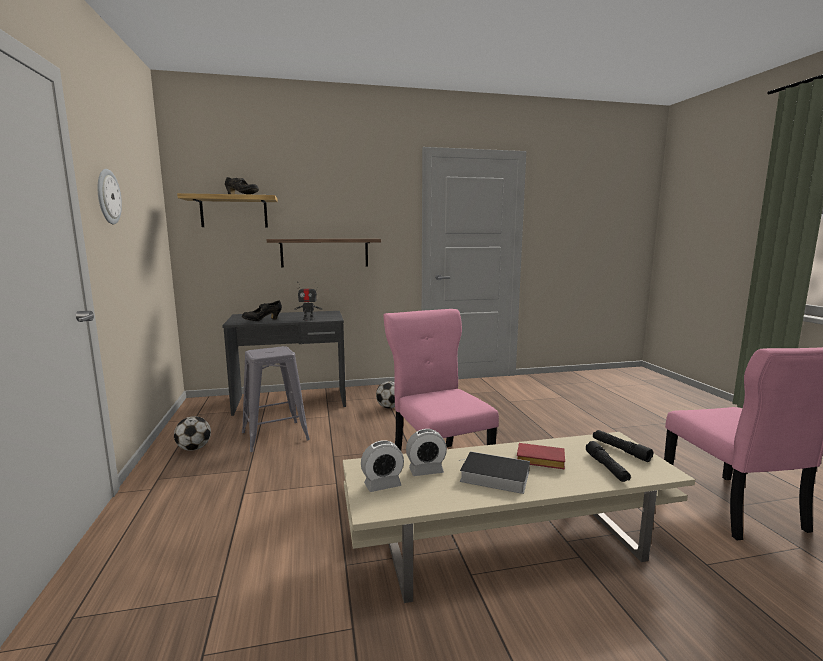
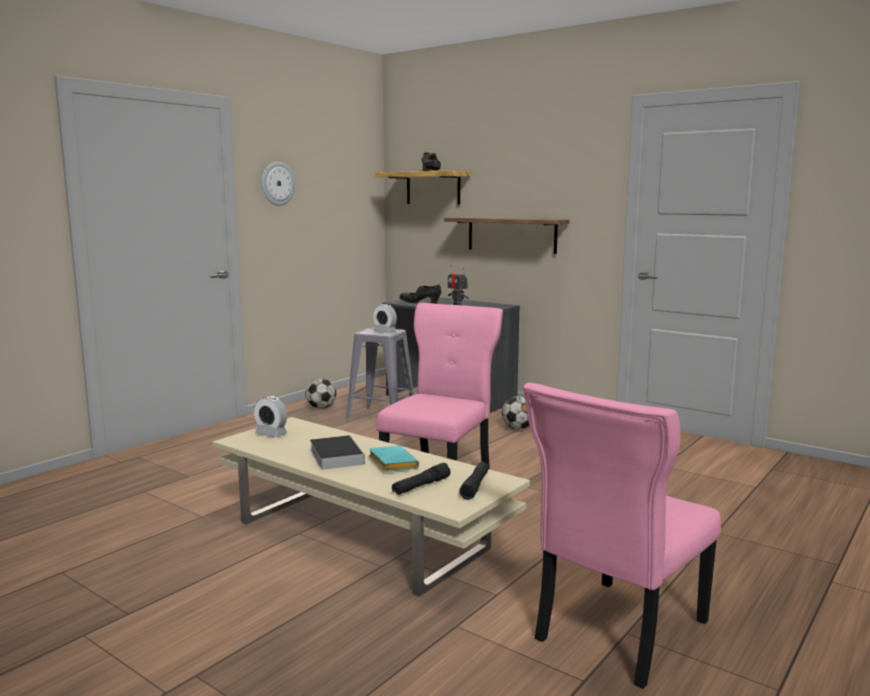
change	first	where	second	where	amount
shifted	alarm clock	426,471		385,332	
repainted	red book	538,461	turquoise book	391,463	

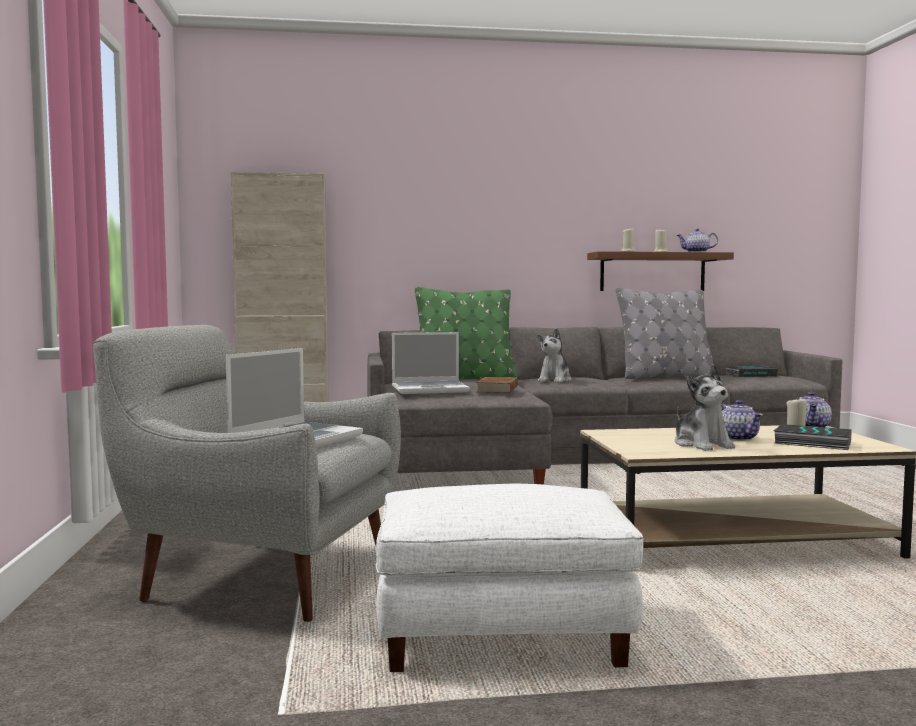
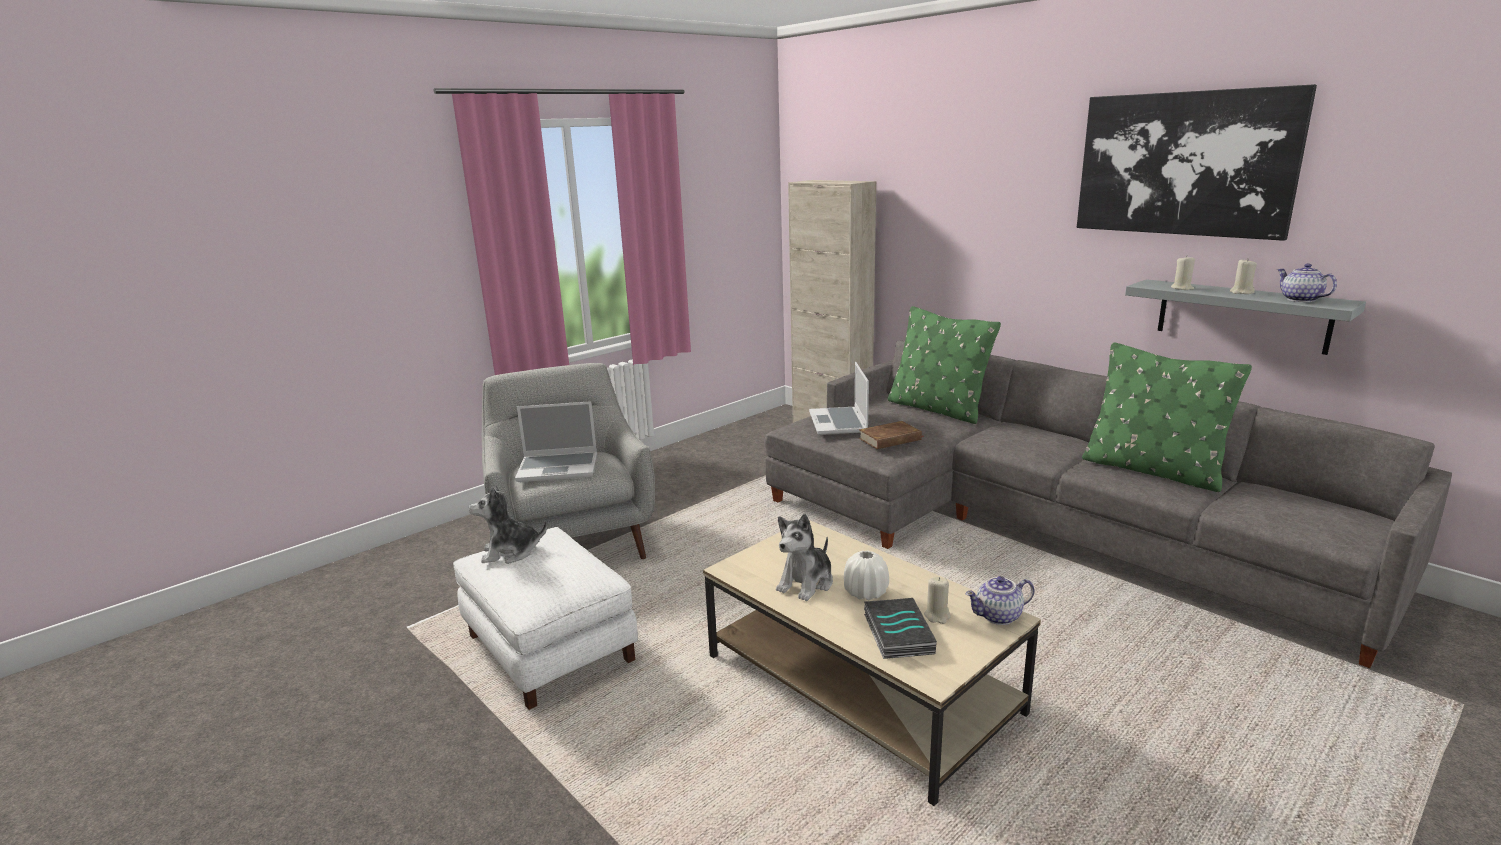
change	first	where	second	where	amount
gone	book	750,375			
new			picture	1184,164	
shifted	plush toy	555,380		510,552	
swapped	teapot	739,438	white vase	866,592	
repainted	brown shelf	652,272	grey shelf	1241,315	
repainted	grey pillow	665,377	green pillow	1152,470	
rotated	laptop	430,389		839,423	45 degrees clockwise

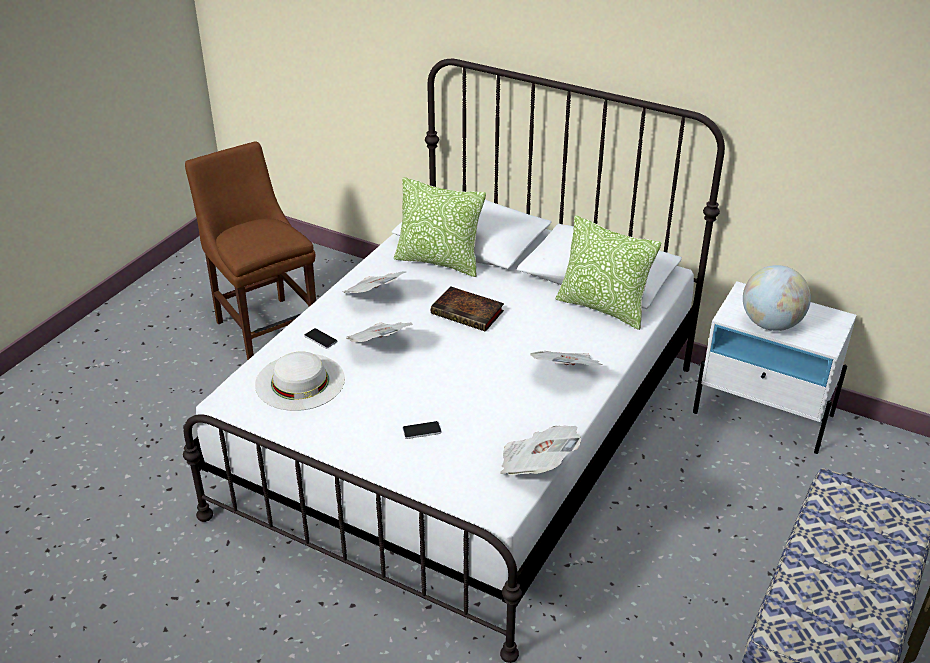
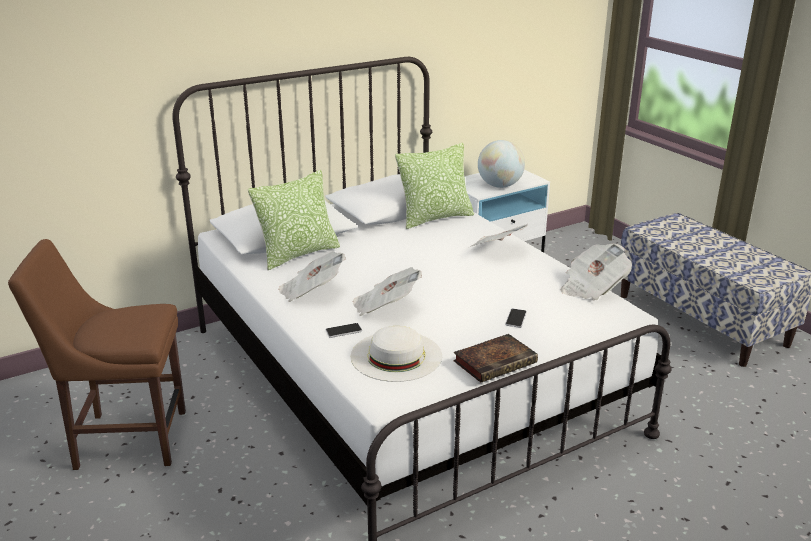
change	first	where	second	where	amount
shifted	book	469,313		496,361	

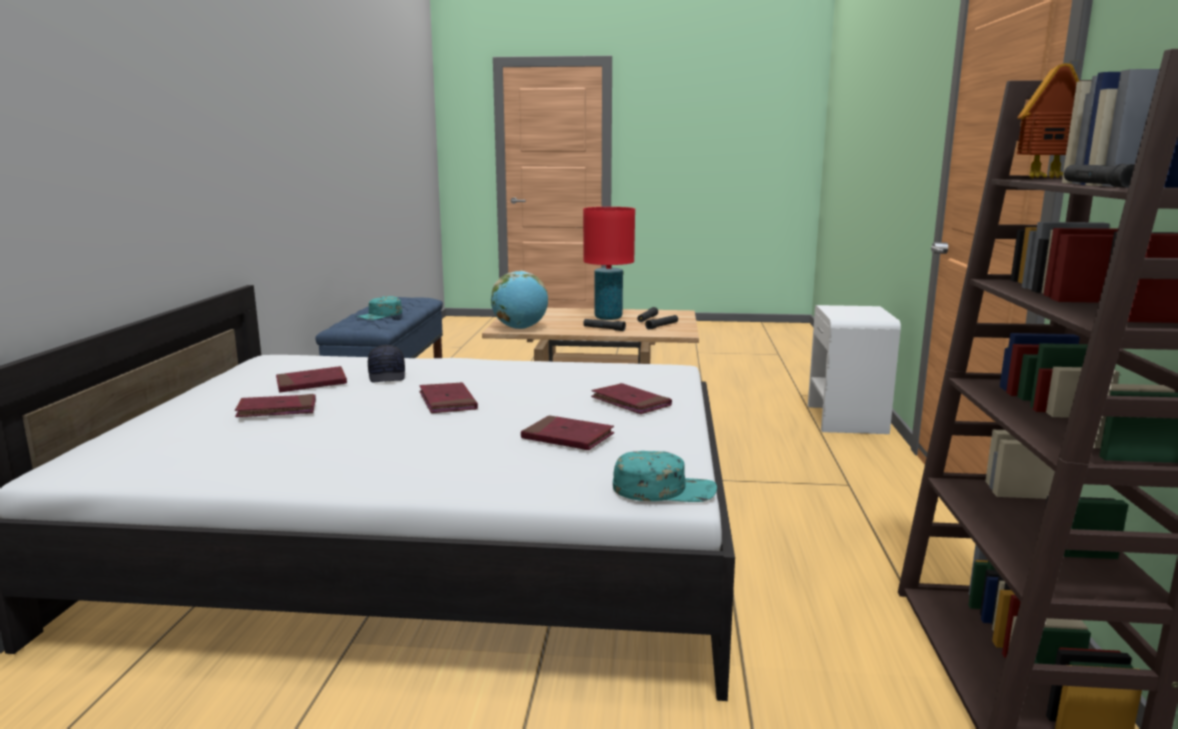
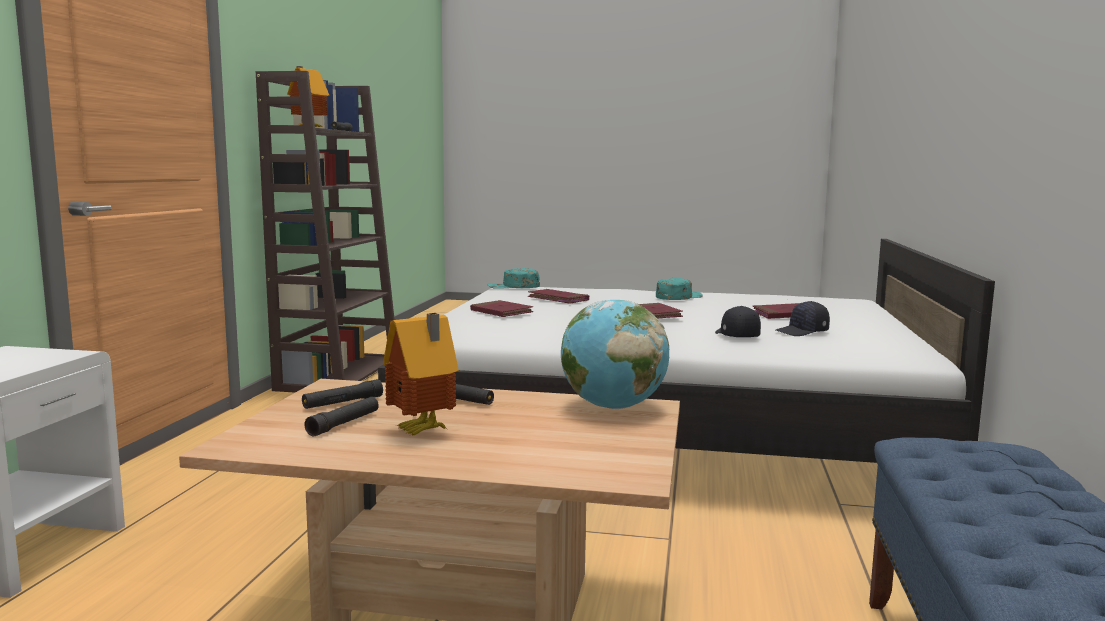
change	first	where	second	where	amount
shifted	turquoise cap	380,315		678,297	
swapped	red book	311,383	black cap	802,332	
swapped	red table lamp	608,318	toy house	423,432	

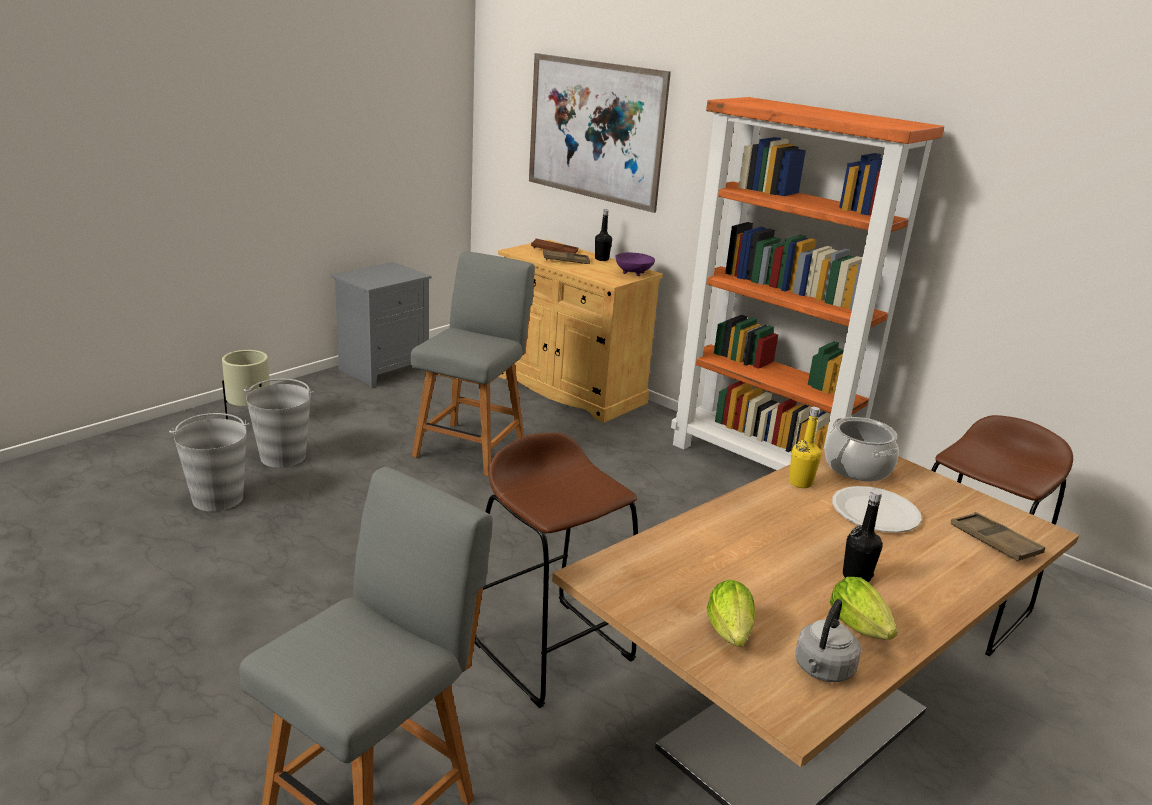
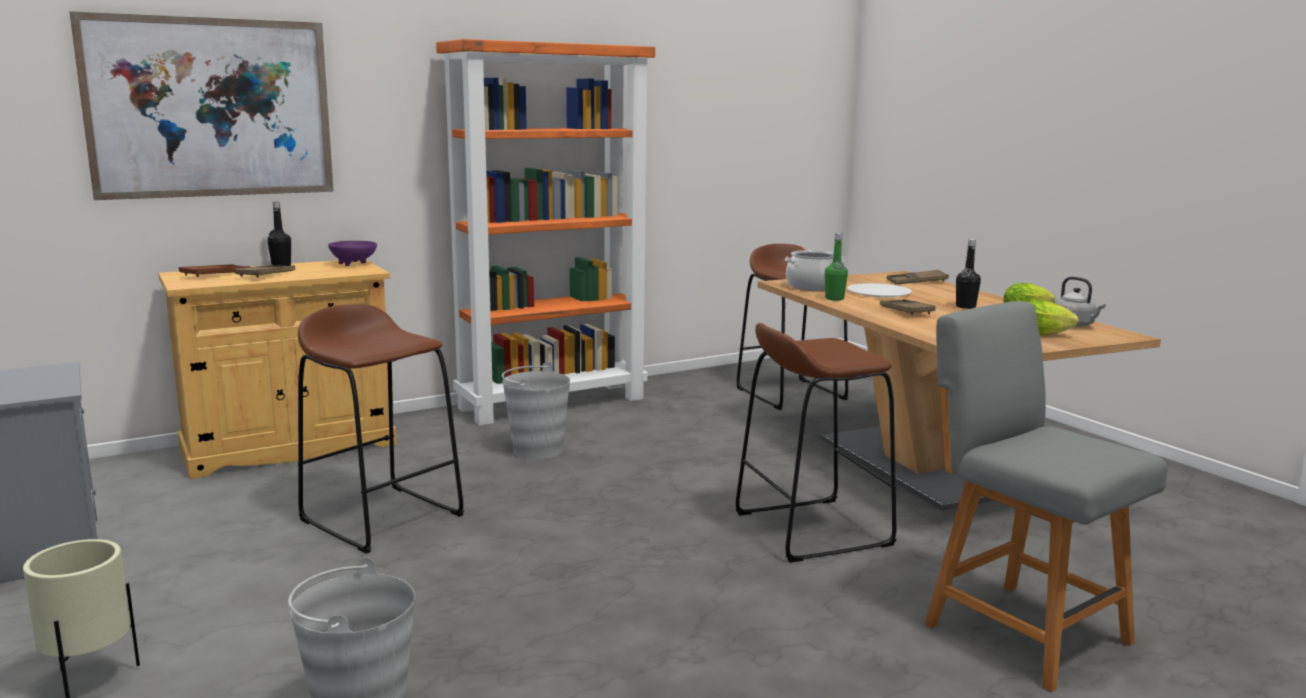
change	first	where	second	where	amount
new			brown tray	906,311	
shifted	grey bucket	283,457		537,451	
swapped	grey chair	471,447	brown stool	382,517	
repainted	yellow bottle	800,483	green bottle	834,298	

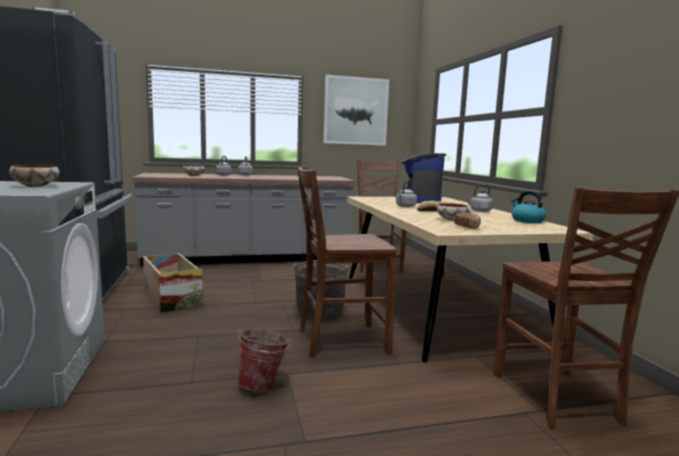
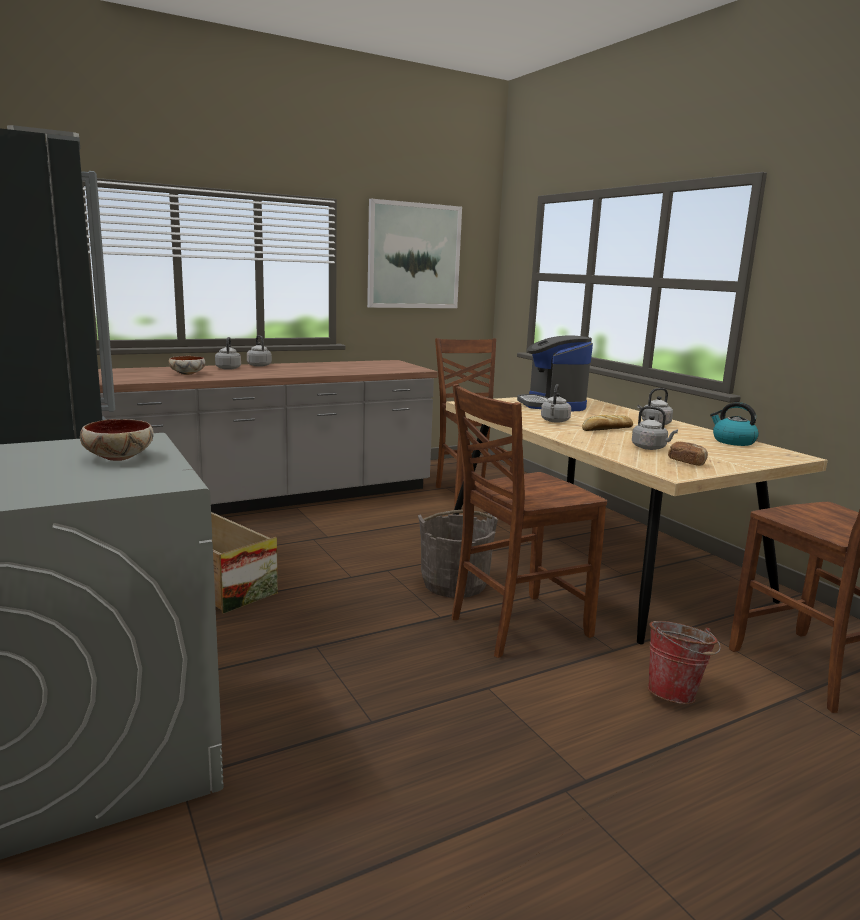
change	first	where	second	where	amount
shifted	bucket	264,385		675,693	
swapped	bowl	452,220	grey kettle	650,448	

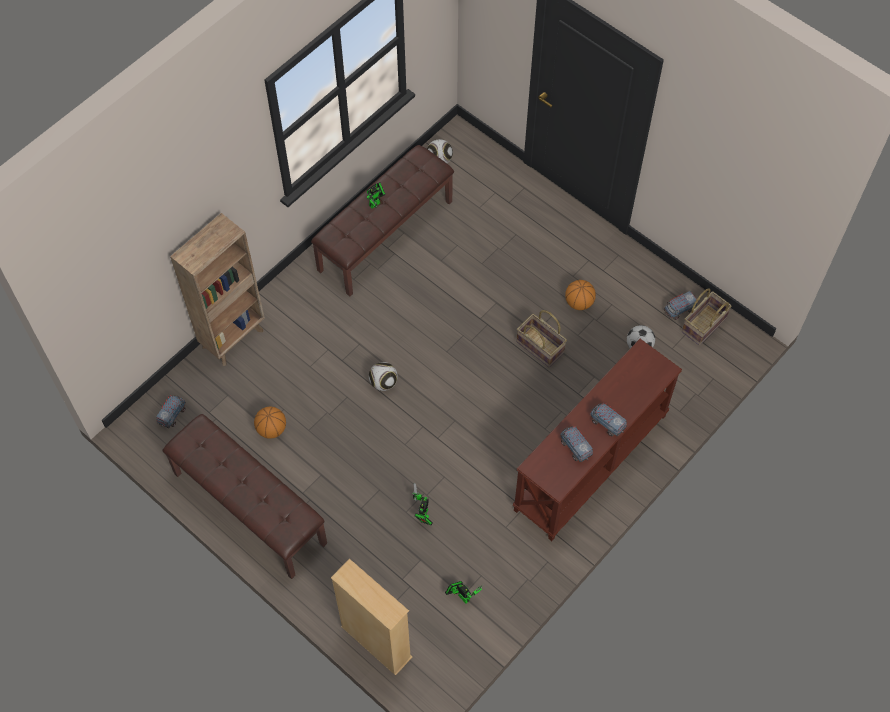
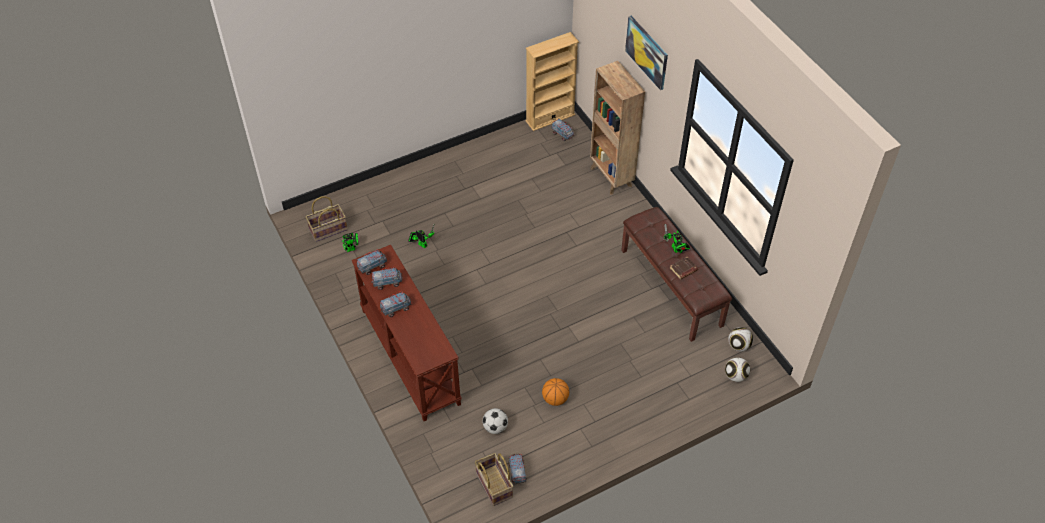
change	first	where	second	where	amount
gone	brown bench	248,508			
gone	basketball	271,429			
new			toy truck	372,266	
new			picture	647,52	
new			brown book	683,270	
shifted	beige bookcase	376,642		550,118	
shifted	football	383,382		736,376	
shifted	basket	540,347		328,230	

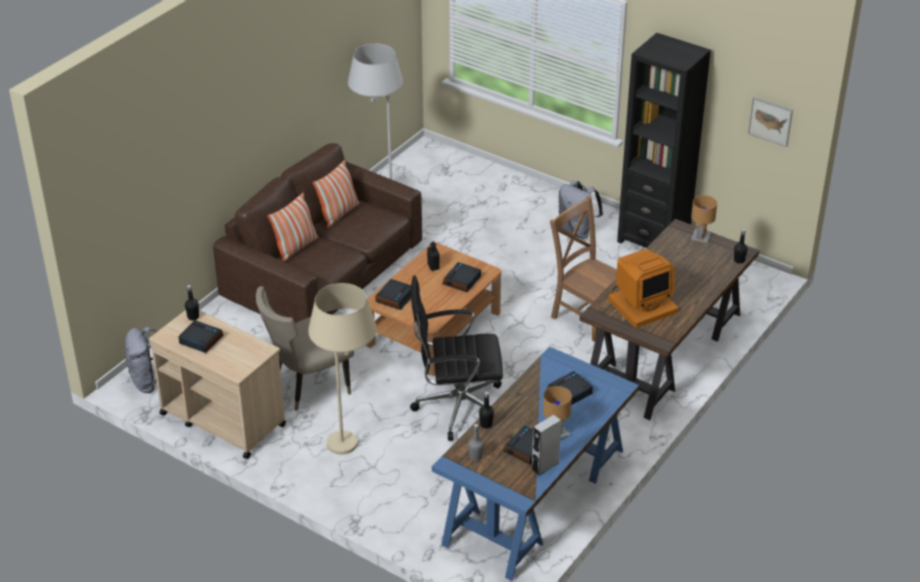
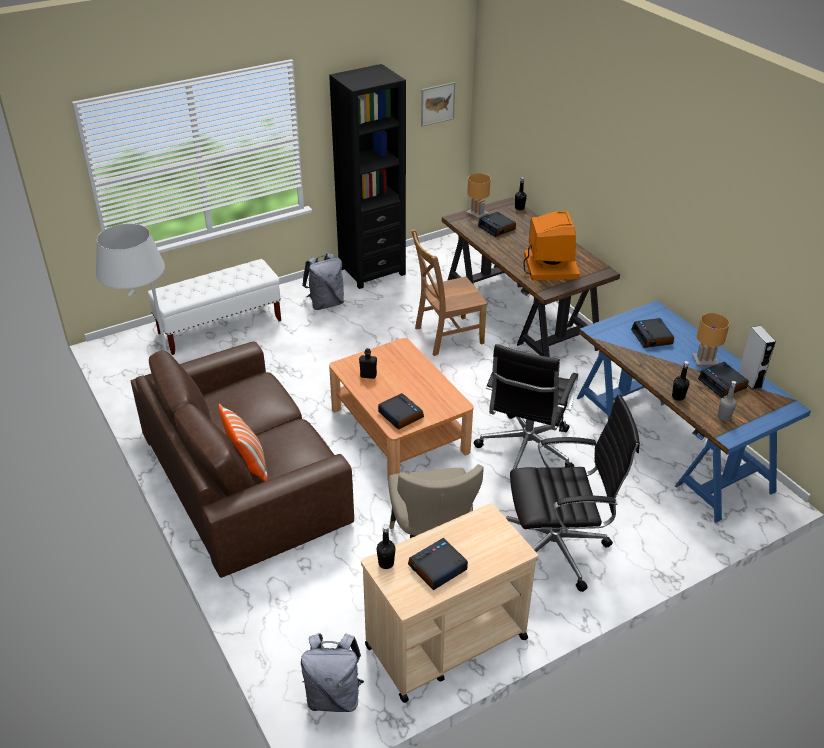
change	first	where	second	where	amount
gone	pillow	338,214			
new			white bench	220,327	
shifted	alarm clock	462,281		497,228	
swapped	beige floor lamp	350,454	black office chair	557,548	

